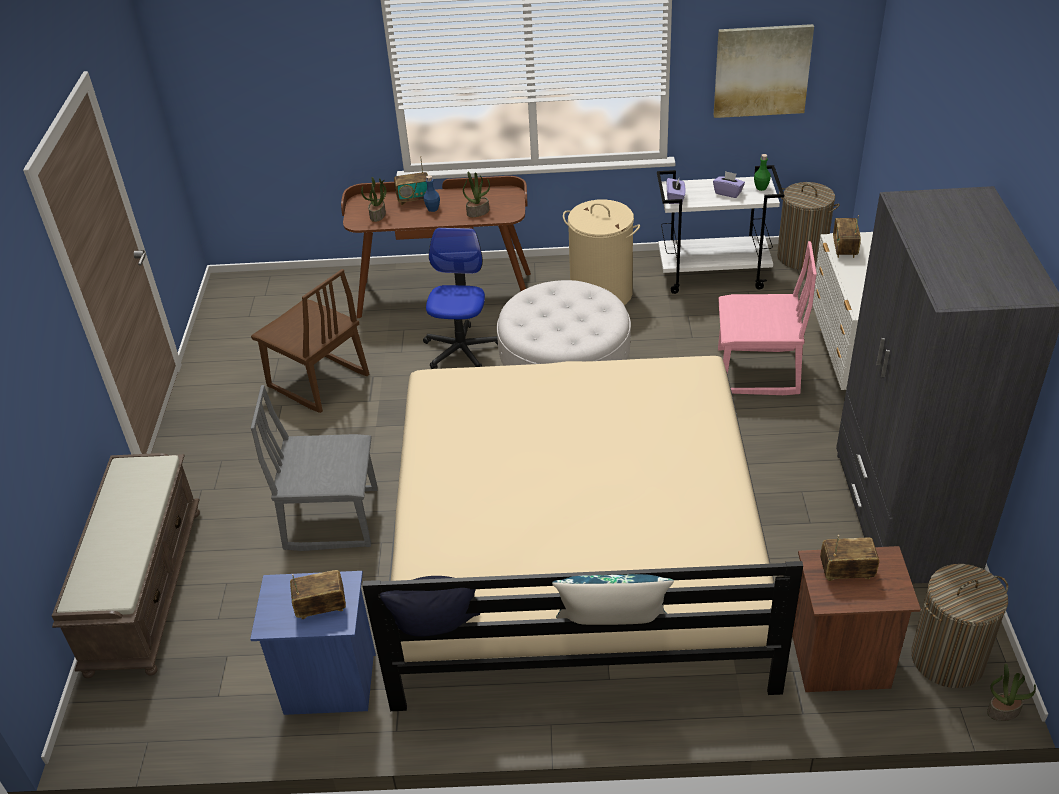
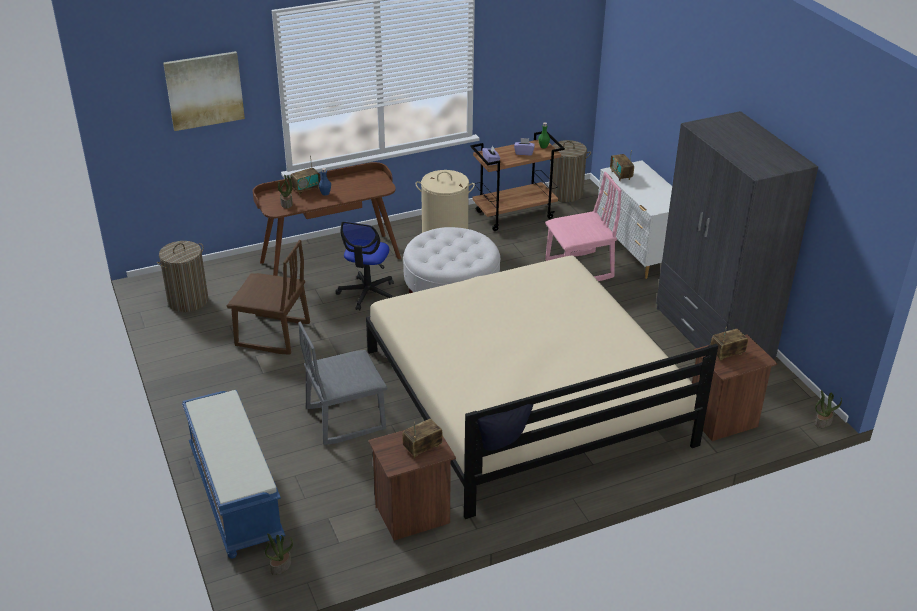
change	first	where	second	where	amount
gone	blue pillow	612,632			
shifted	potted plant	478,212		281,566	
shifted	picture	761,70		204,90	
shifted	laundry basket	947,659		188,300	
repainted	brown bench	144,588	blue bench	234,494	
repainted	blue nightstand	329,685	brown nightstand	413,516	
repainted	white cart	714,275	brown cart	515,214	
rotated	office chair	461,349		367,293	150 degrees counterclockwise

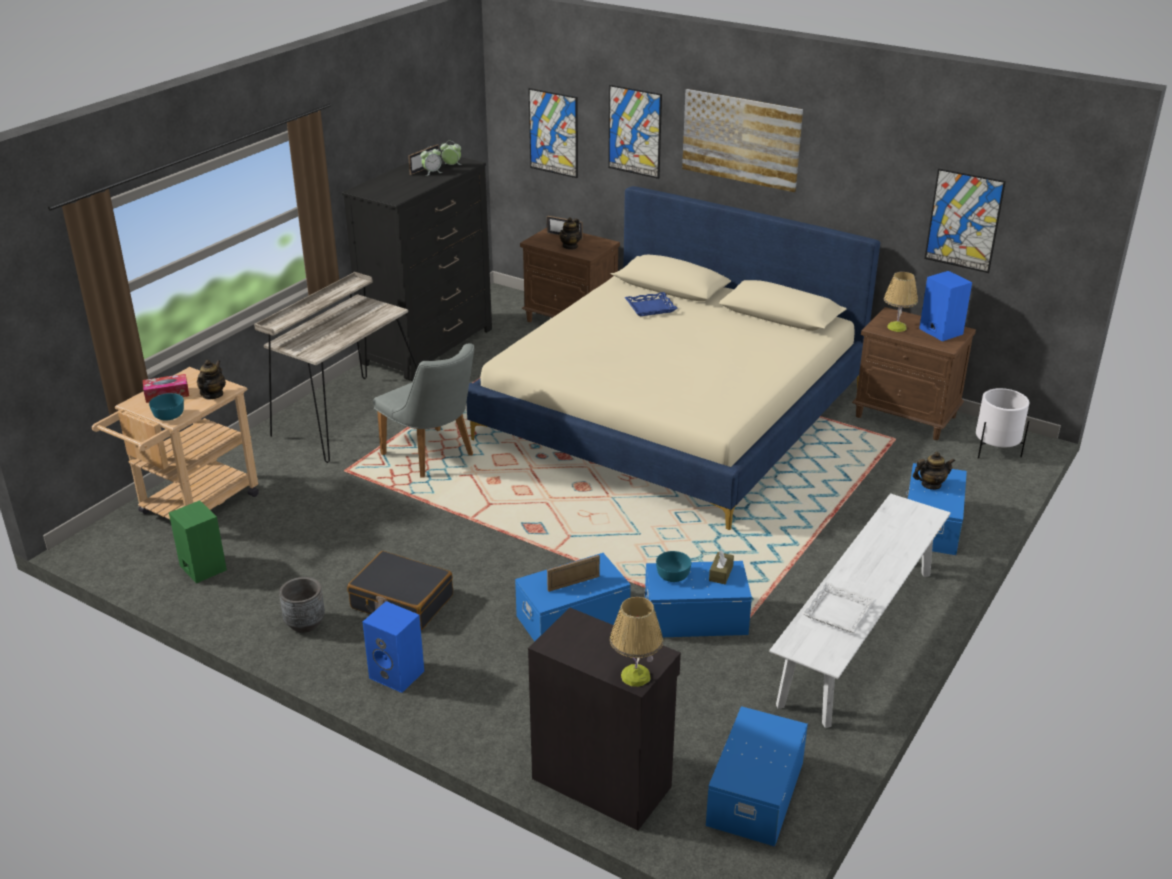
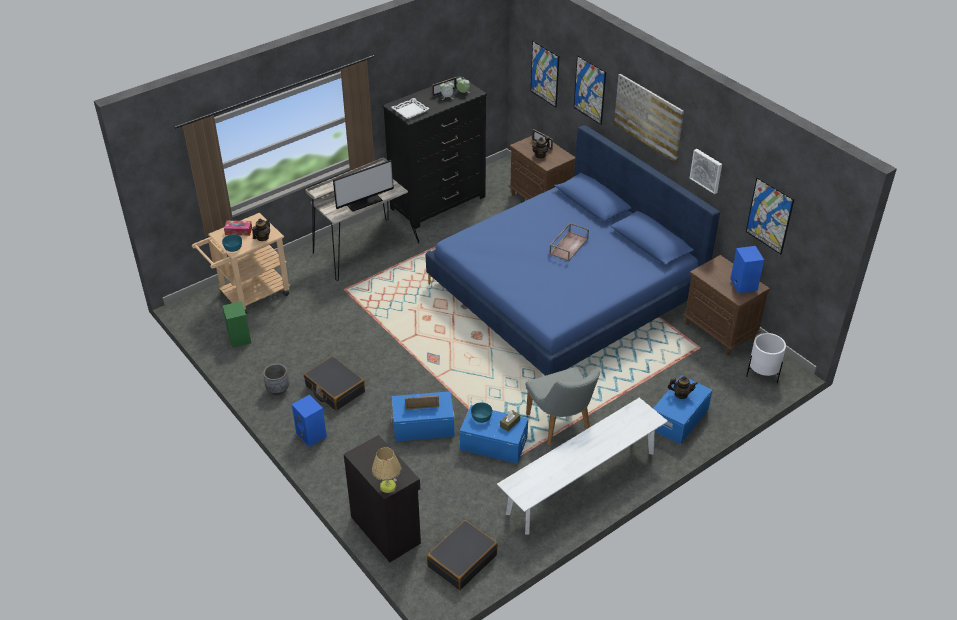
change	first	where	second	where	amount
gone	blue tray	650,307			
gone	table lamp	896,327			
new			monitor	363,201	
new			brown tray	568,245	
new			picture	707,170	
shifted	grey chair	434,457		562,427	
shifted	white tray	838,612		410,111	
swapped	blue storage box	753,793	black suitcase	462,560	
repainted	beige bed	672,413	blue bed	564,293	

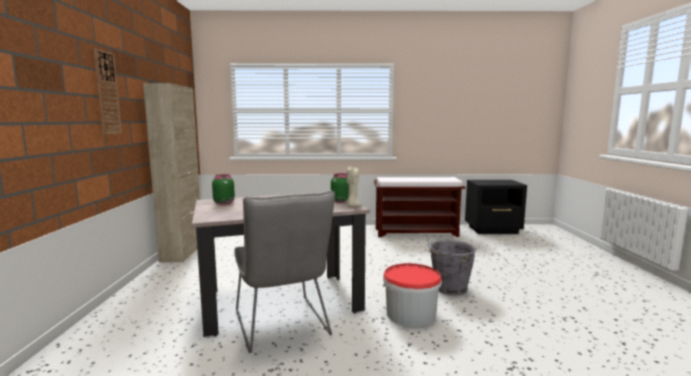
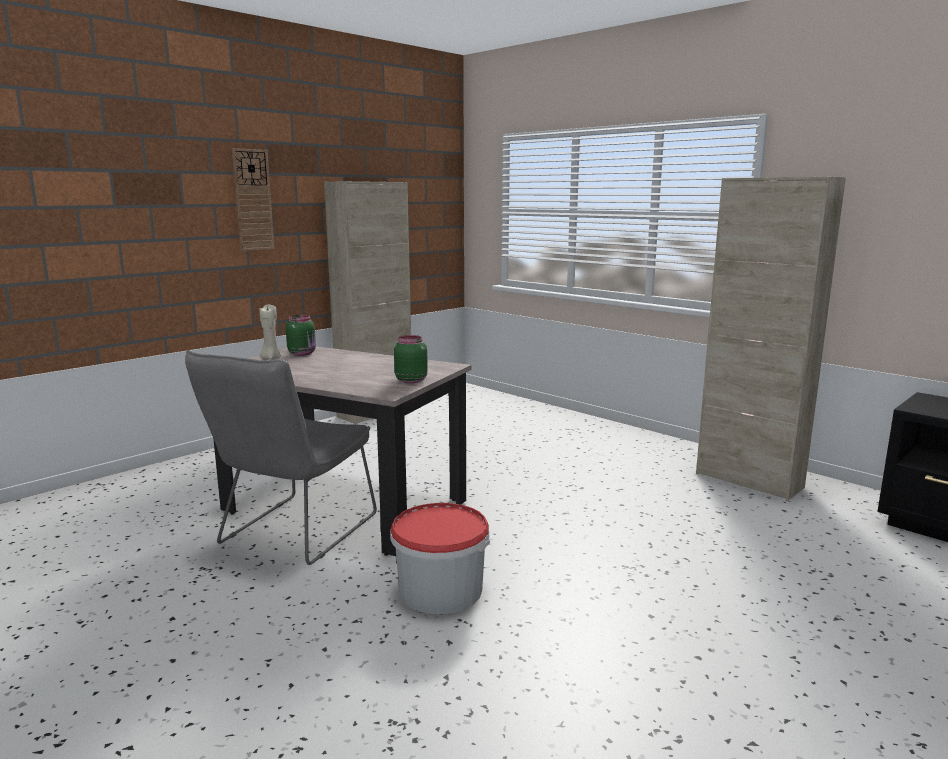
change	first	where	second	where	amount
gone	grey bucket	449,288			
shifted	beige candle	352,206		270,357	
swapped	brown bench	416,232	beige cabinet	748,480	

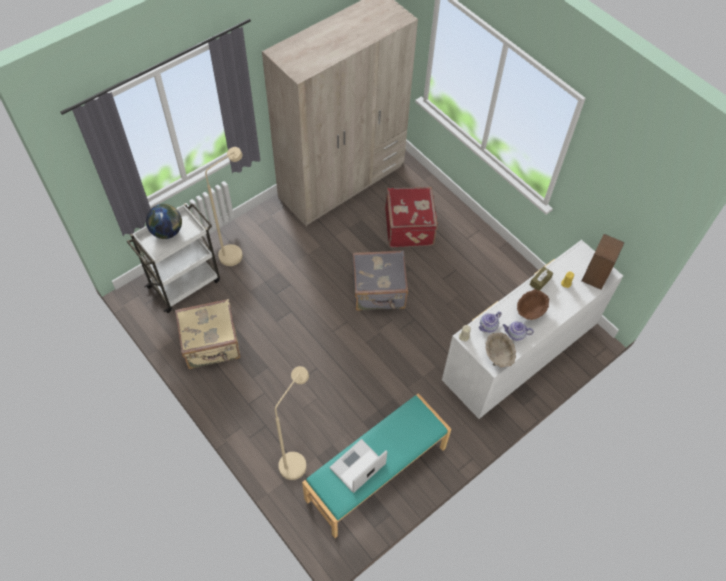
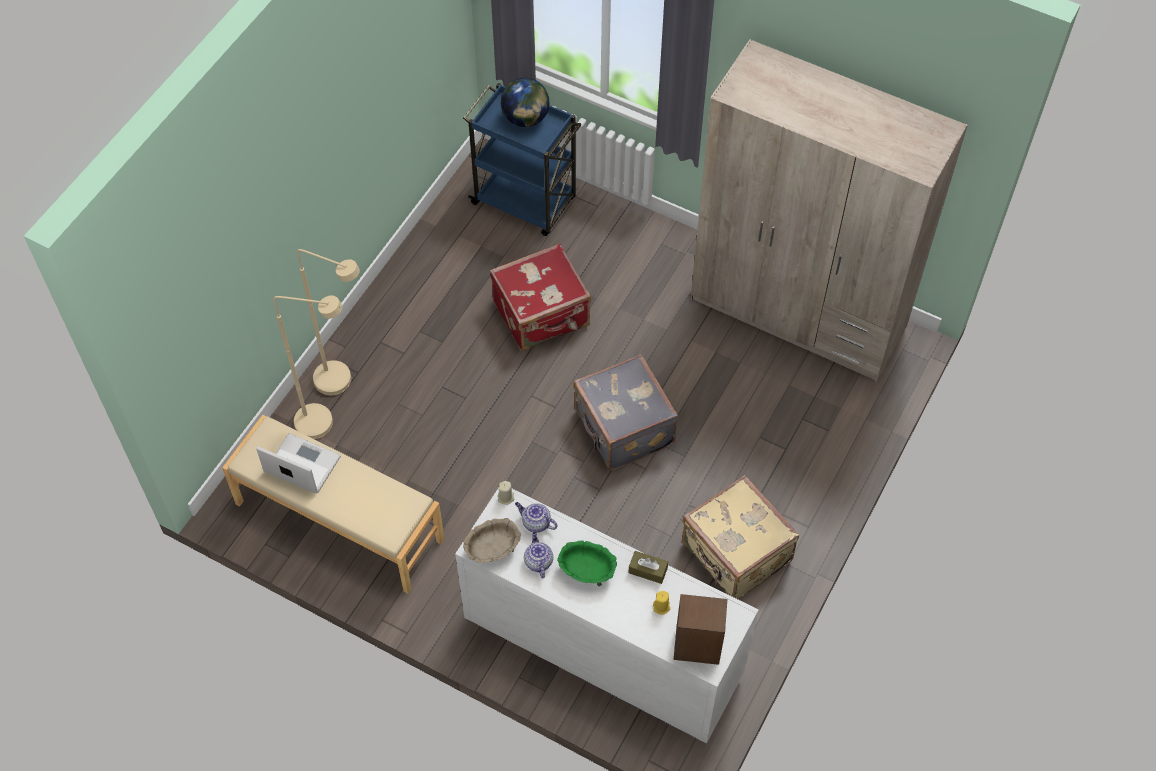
change	first	where	second	where	amount
shifted	beige suitcase	212,345		735,554	
shifted	beige floor lamp	235,251		343,382	
shifted	red suitcase	410,227		542,315	
repainted	white cart	185,283	blue cart	525,202	
repainted	turquoise bench	376,474	beige bench	338,522	
repainted	brown bowl	530,311	green bowl	586,571	

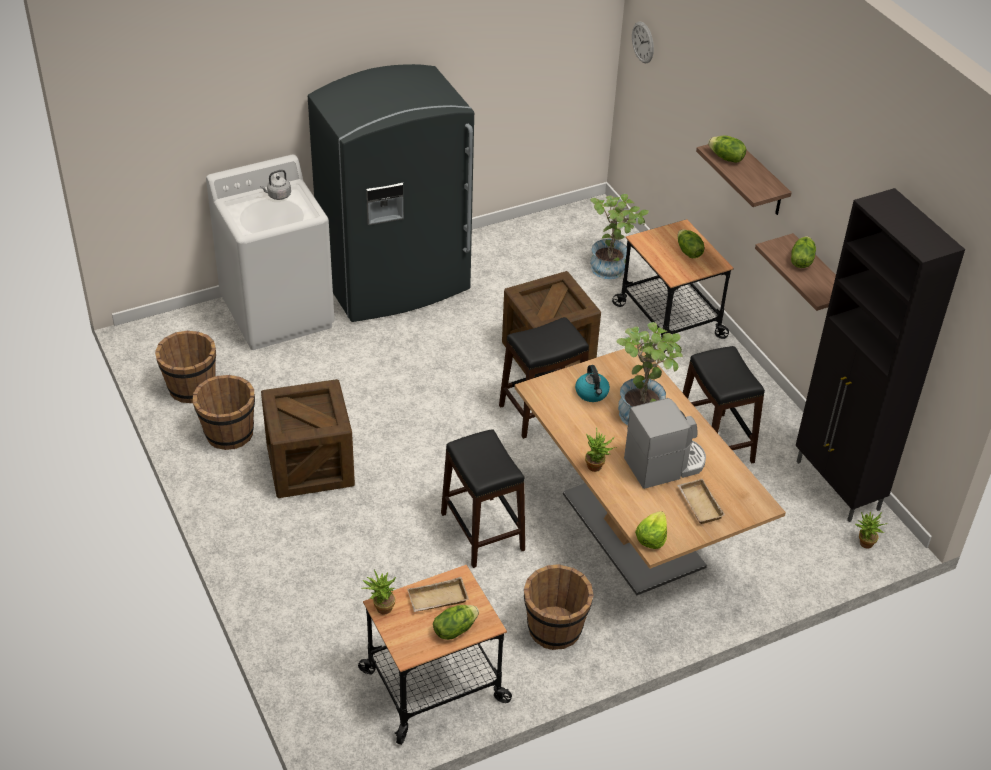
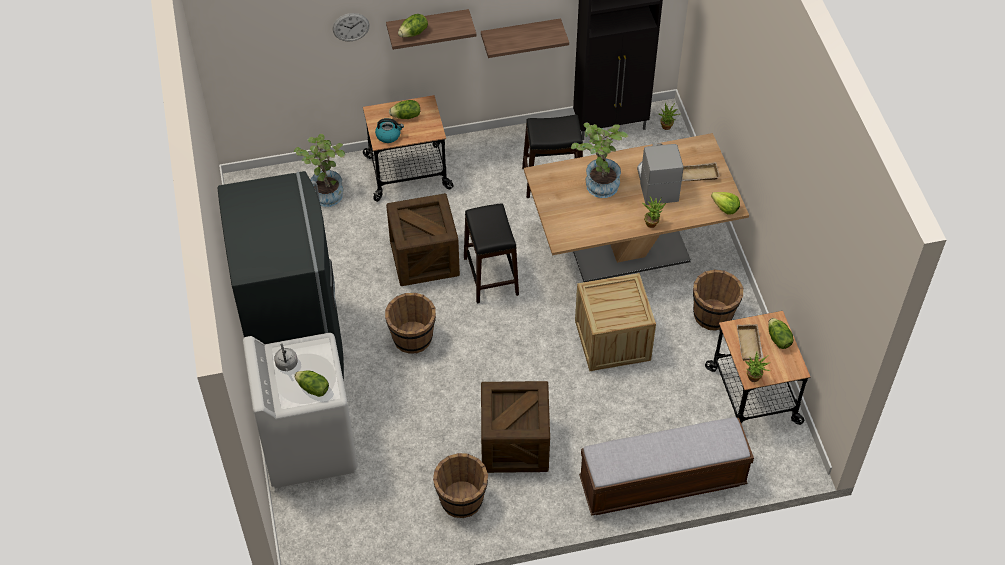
change	first	where	second	where	amount
new			bench	662,482	
shifted	brown bucket	191,388		412,338	
shifted	kettle	592,393		388,135	
shifted	wall clock	643,42		351,27	
shifted	lettuce	801,261		313,389	
swapped	black stool	482,532	crate	612,340	

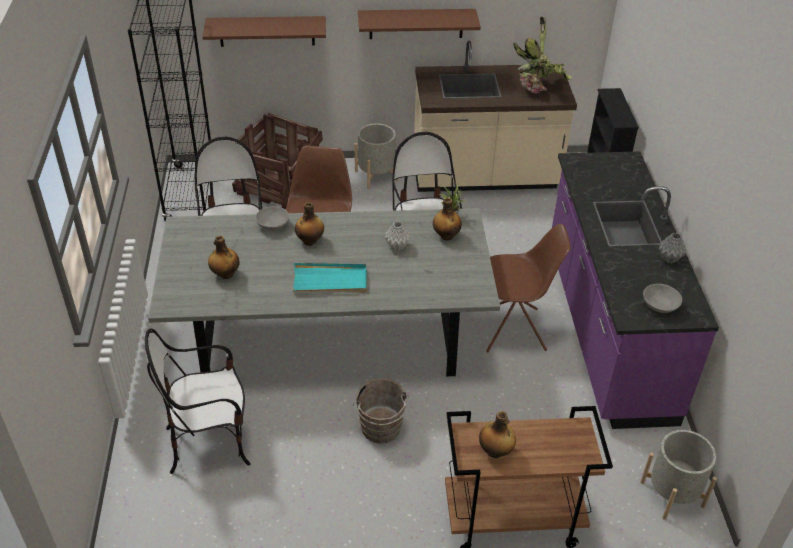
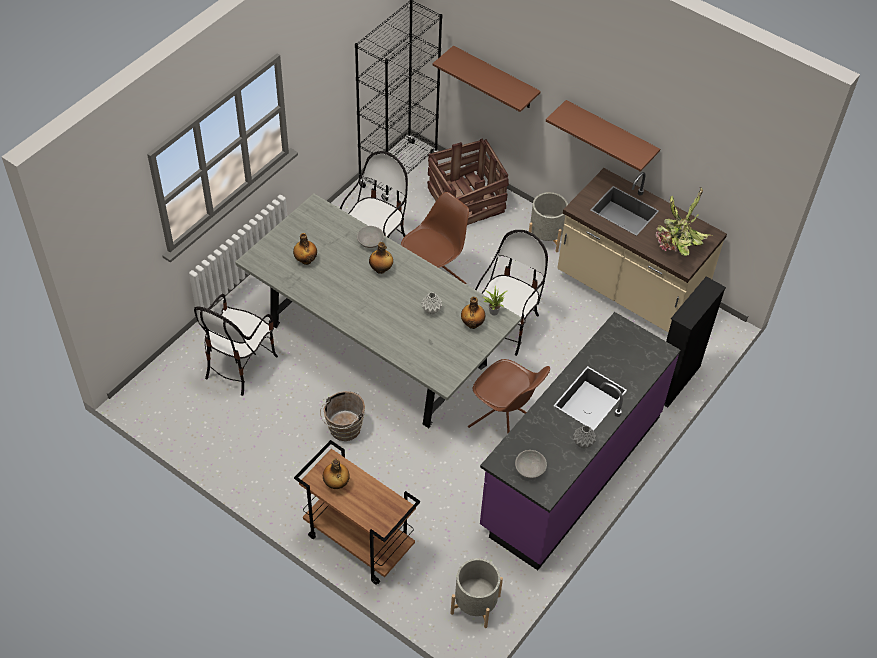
change	first	where	second	where	amount
gone	turquoise tray	330,281			
rotated	chair	209,442		240,365	90 degrees counterclockwise

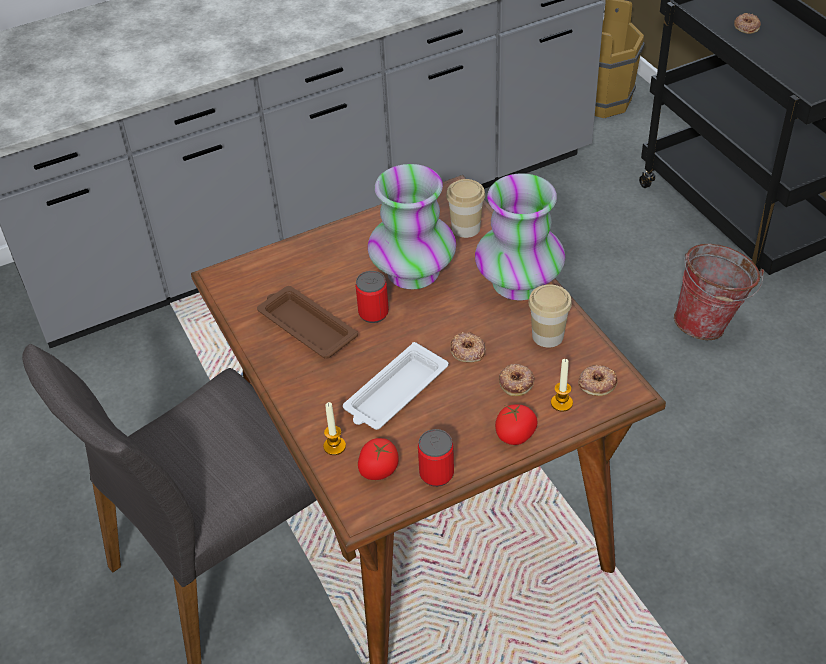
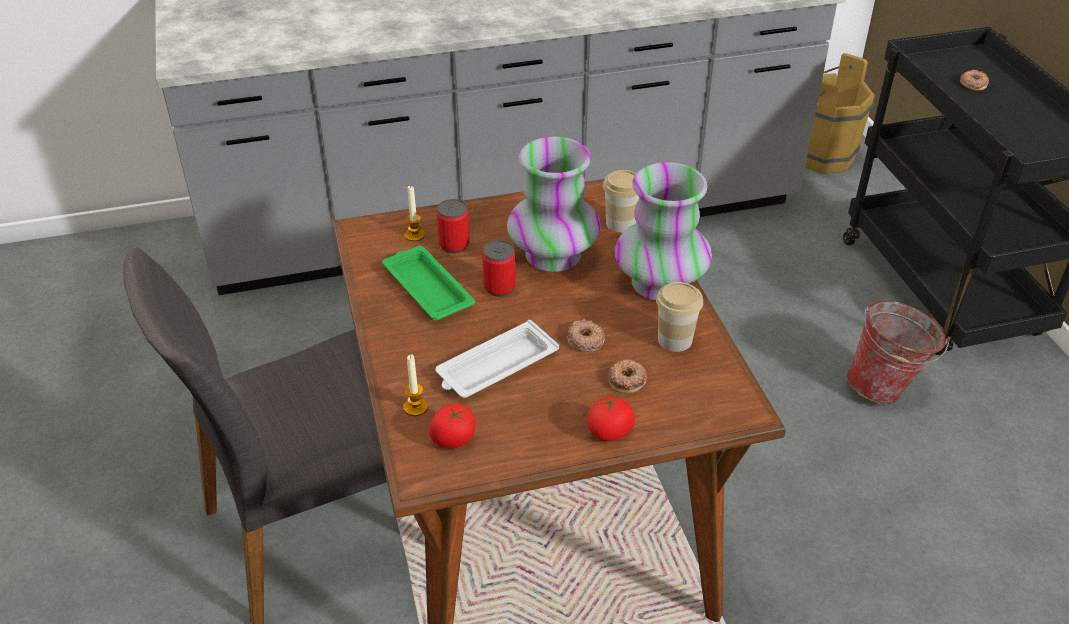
change	first	where	second	where	amount
gone	donut	597,383			
shifted	can	436,474		454,244	
shifted	candle	561,403		414,235	
repainted	brown tray	306,326	green tray	427,288	

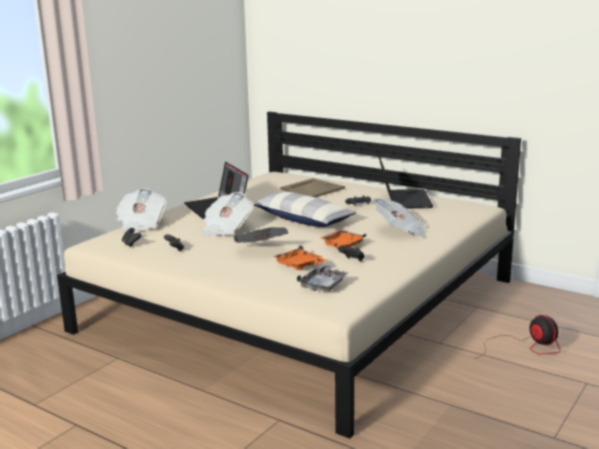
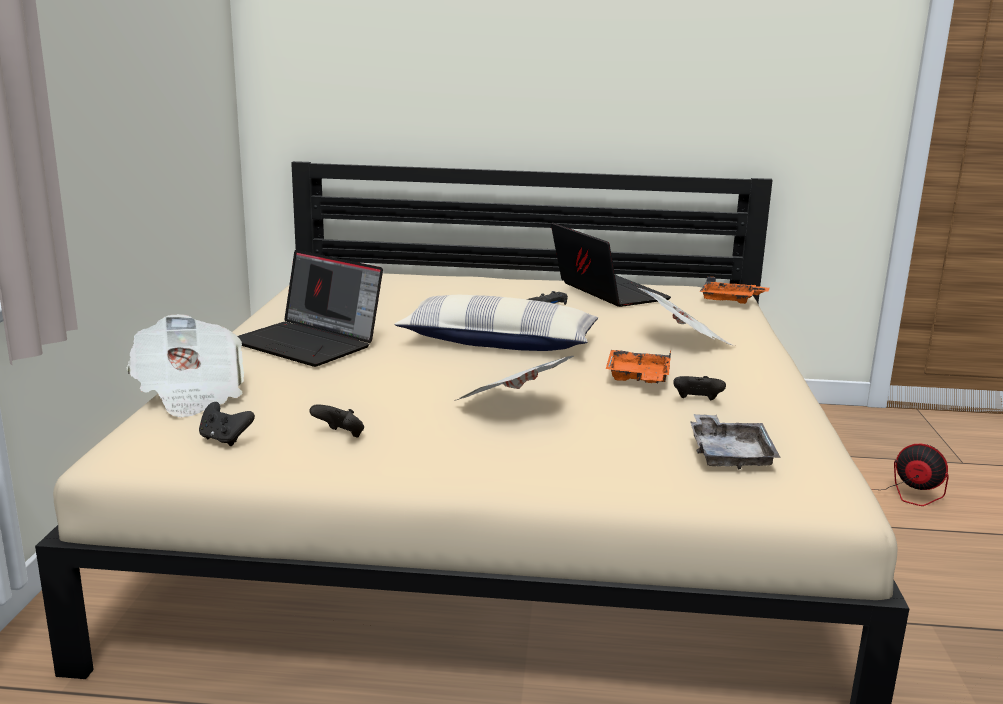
change	first	where	second	where	amount
gone	newspaper	226,229			
gone	beige tray	312,189			
shifted	orange tray	299,265		730,300	

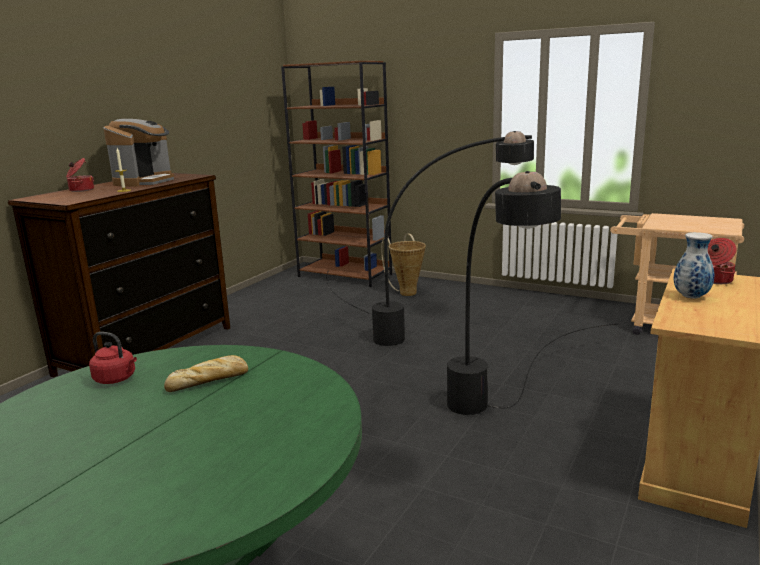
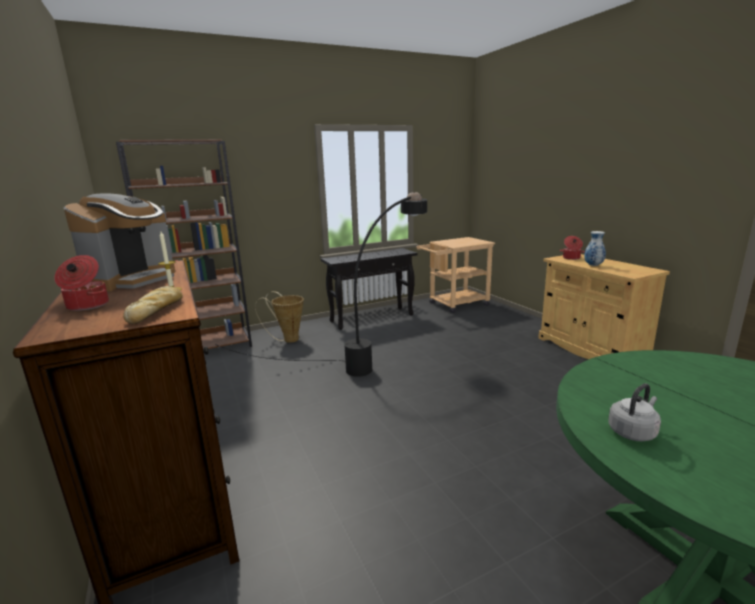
change	first	where	second	where	amount
gone	black floor lamp	505,428			
new			black console table	372,318	
shifted	bread	209,380		156,310	
repainted	red kettle	116,379	grey kettle	633,432	
rotated	coffee machine	145,182		133,280	60 degrees clockwise

